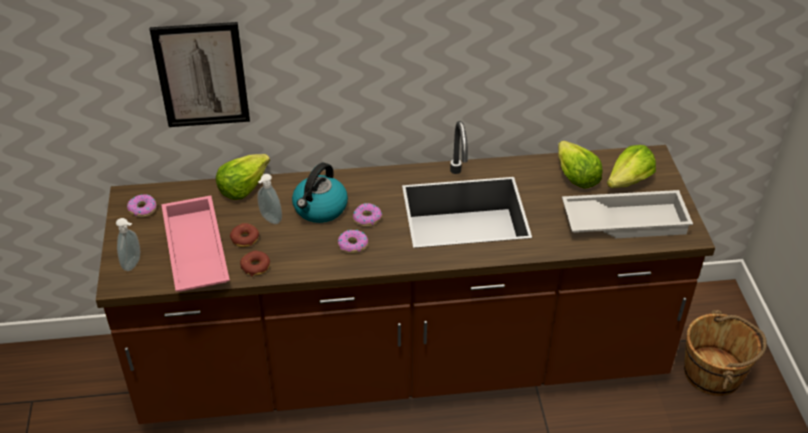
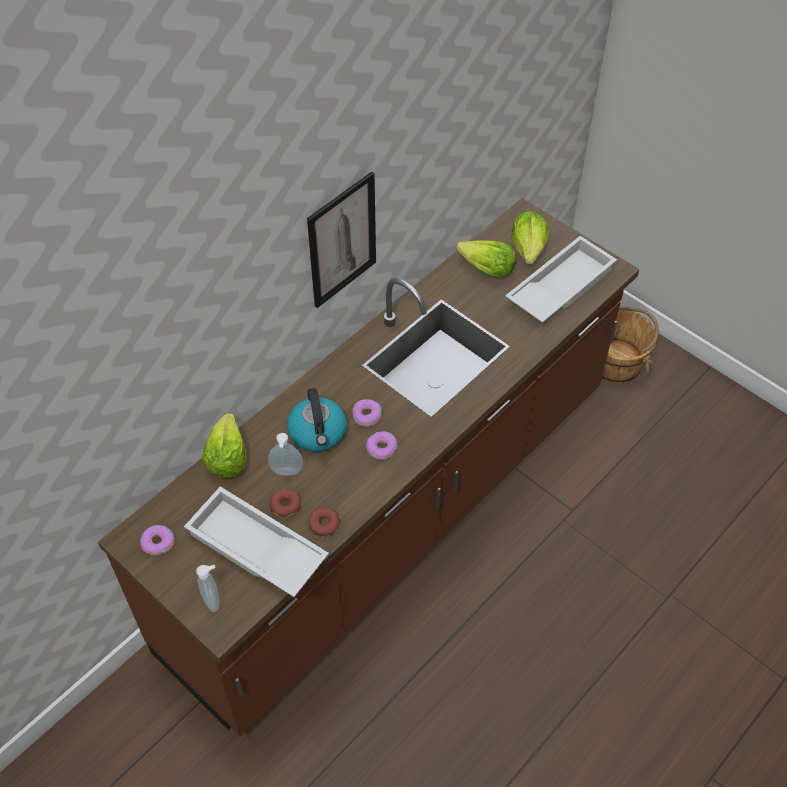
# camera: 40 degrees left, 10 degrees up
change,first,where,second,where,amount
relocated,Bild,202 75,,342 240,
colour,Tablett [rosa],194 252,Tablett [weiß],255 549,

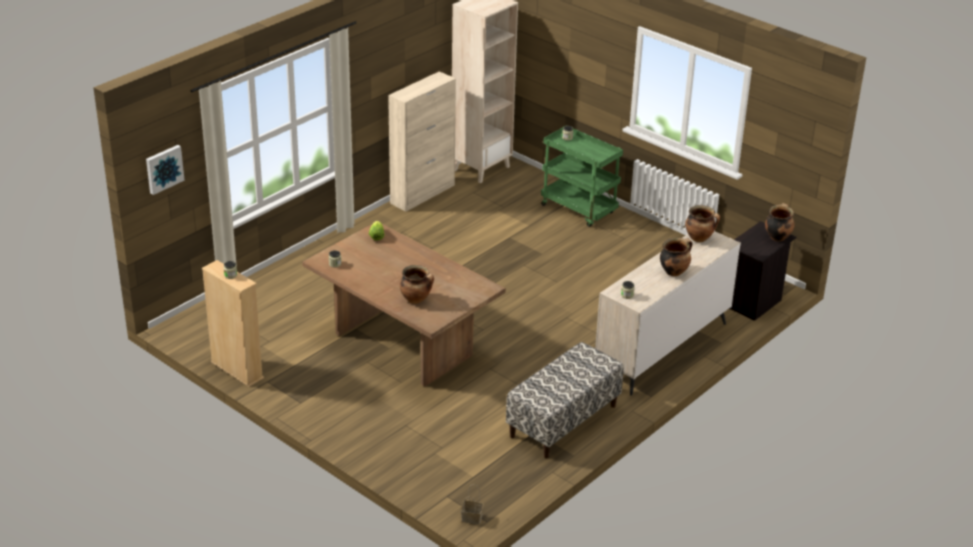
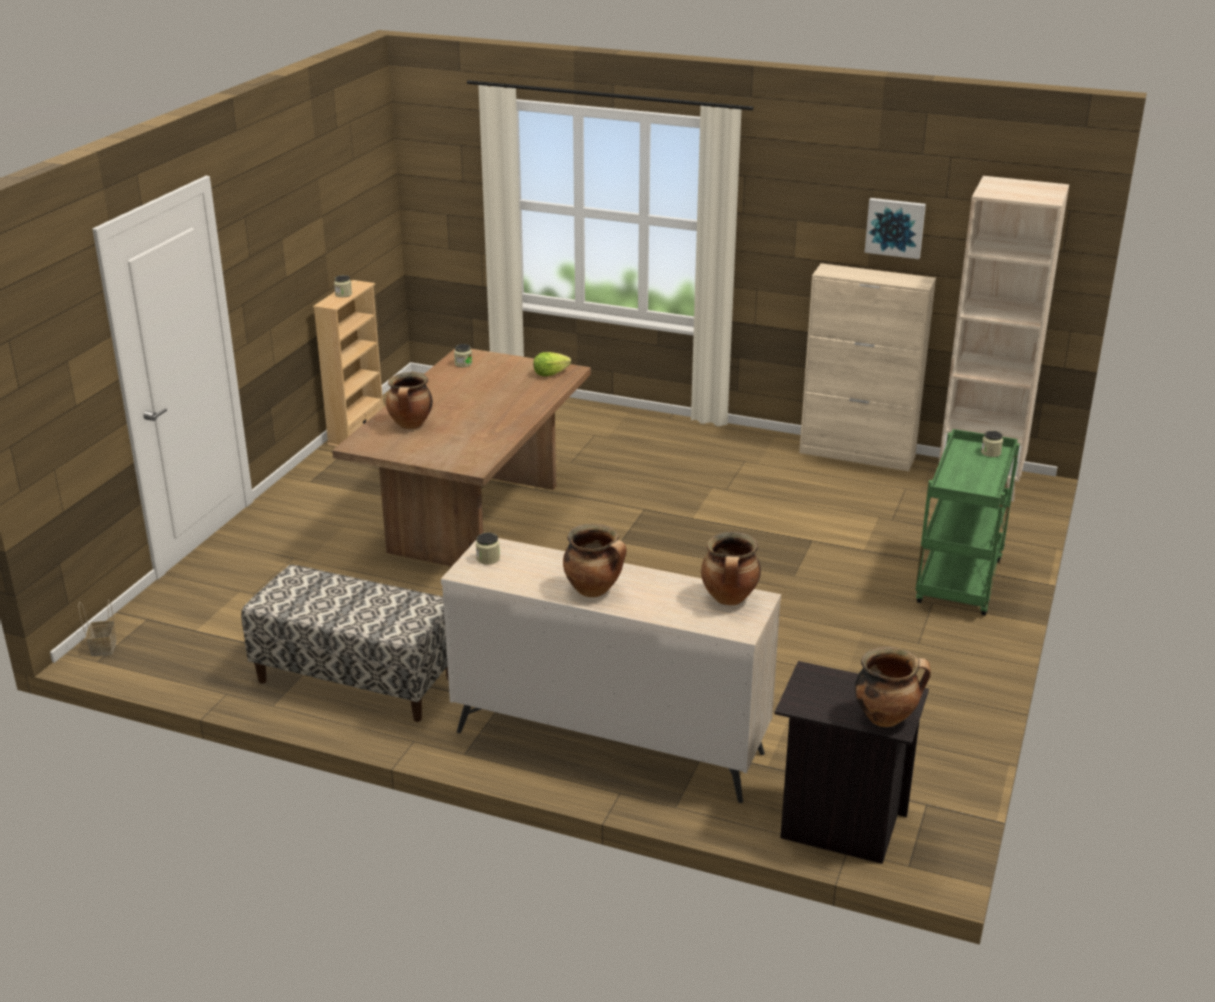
# camera: 70 degrees right, 5 degrees down
change,first,where,second,where,amount
relocated,Bild,163 169,,895 227,

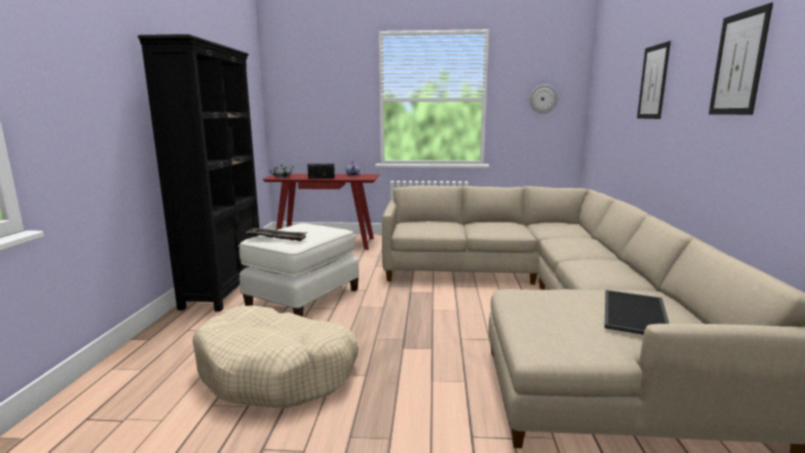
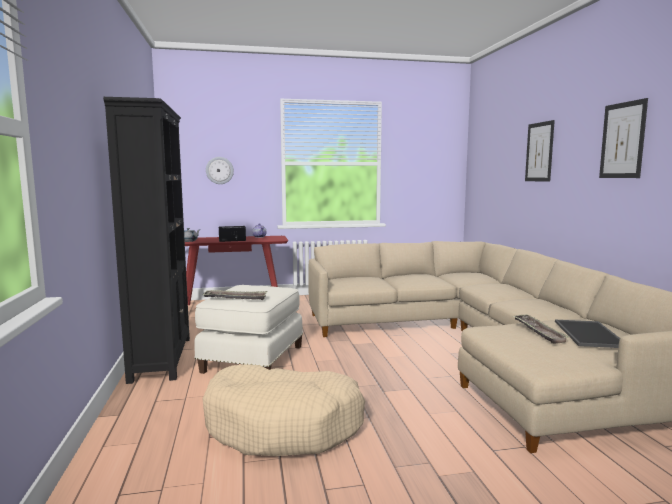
# camera: 15 degrees left, 5 degrees down
change,first,where,second,where,amount
relocated,Wanduhr,543 99,,219 170,
appeared,,,Tablett,538 331,

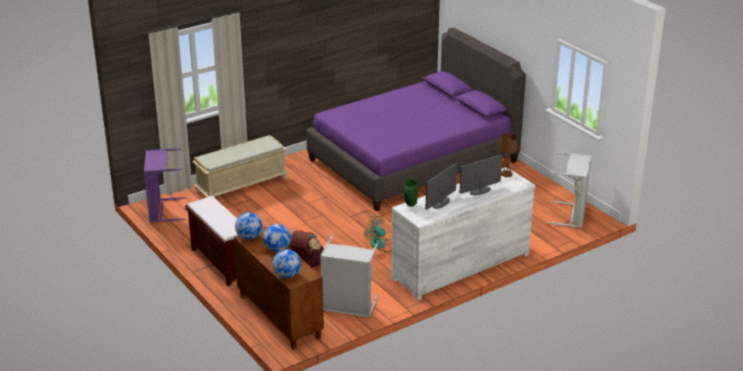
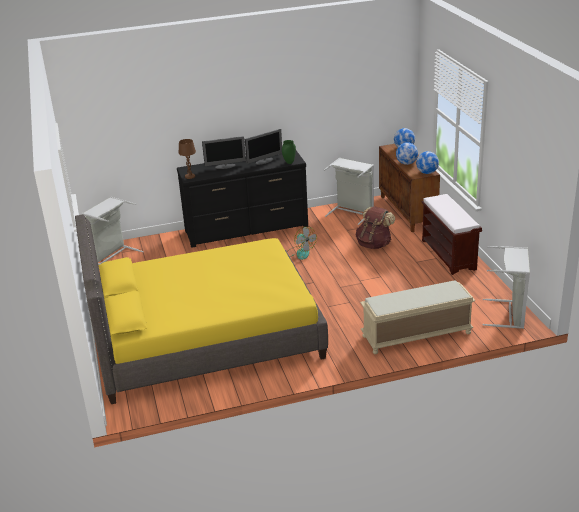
# camera: 160 degrees left, 0 degrees up
change,first,where,second,where,amount
colour,Wäschekorb [lila],162 210,Wäschekorb [grau],509 314,
colour,Bett [lila],413 160,Bett [gelb],206 338,
colour,Kommode [weiß],460 266,Kommode [schwarz],247 229,

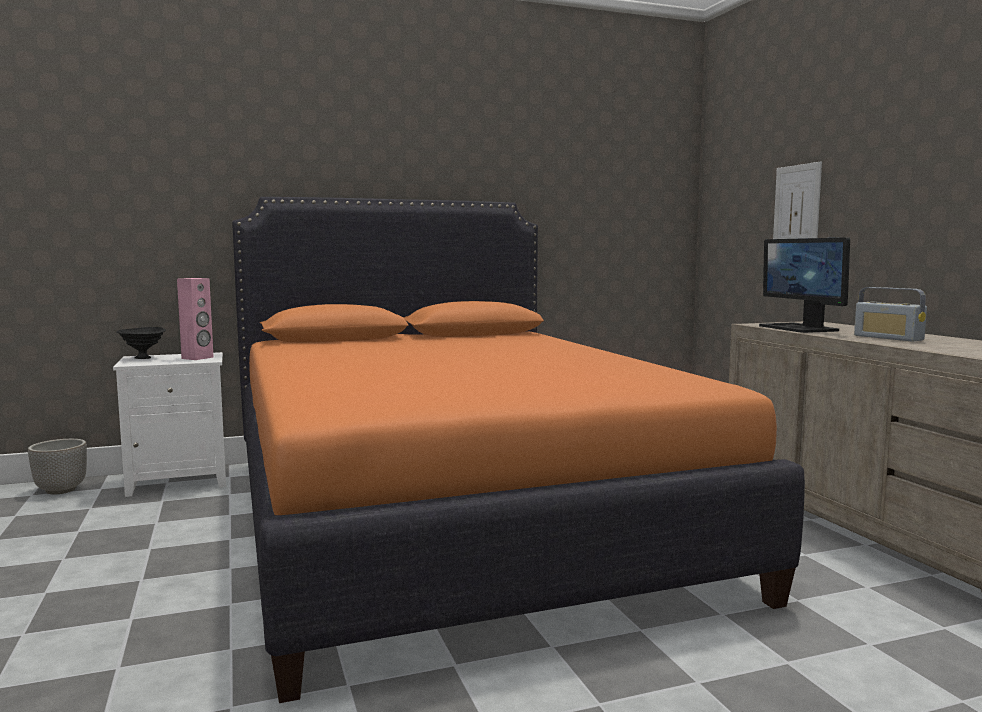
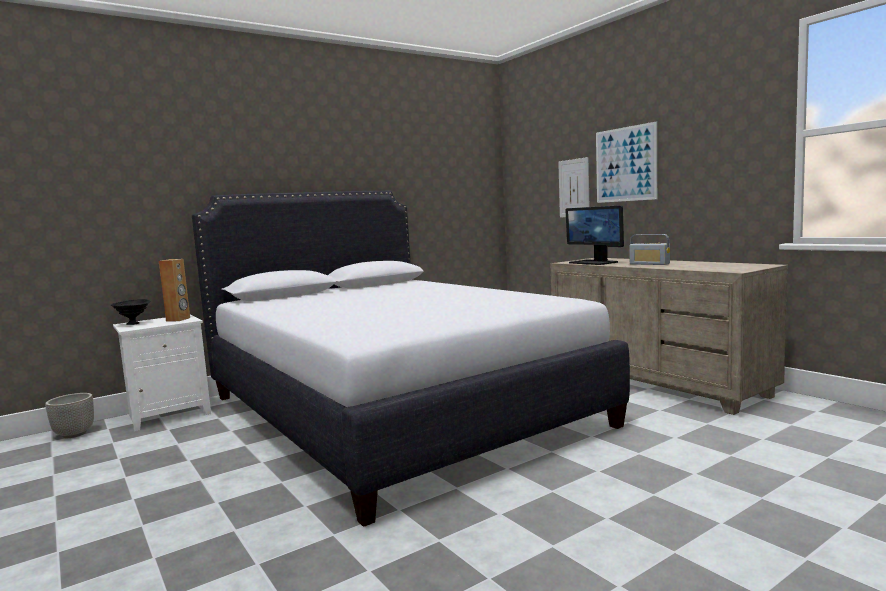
# camera: 15 degrees left, 0 degrees up
change,first,where,second,where,amount
colour,Lautsprecher [rosa],198 358,Lautsprecher [braun],178 319,
colour,Bett [orange],451 519,Bett [weiß],393 410,
appeared,,,Bild,625 164,

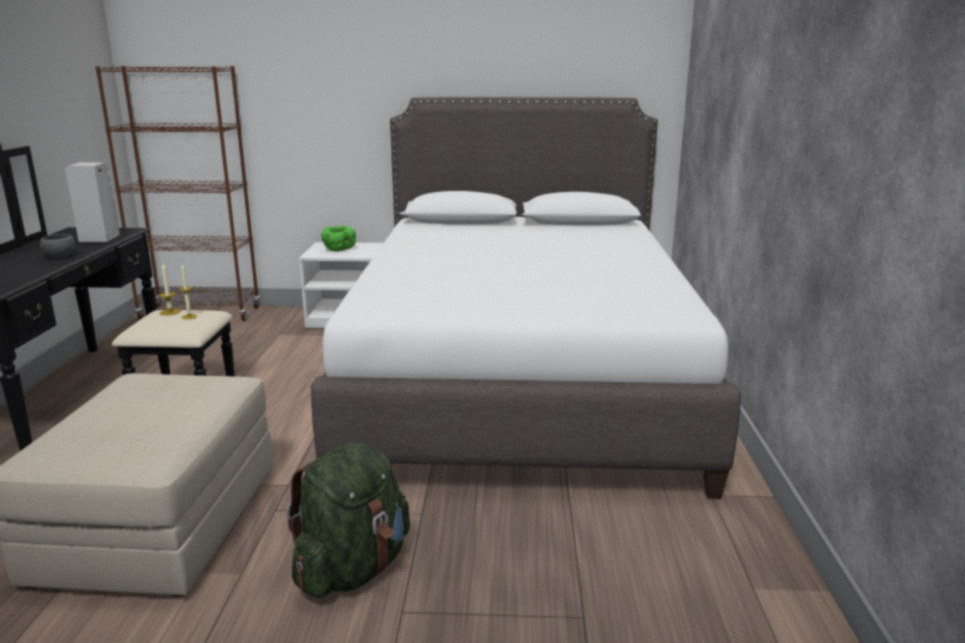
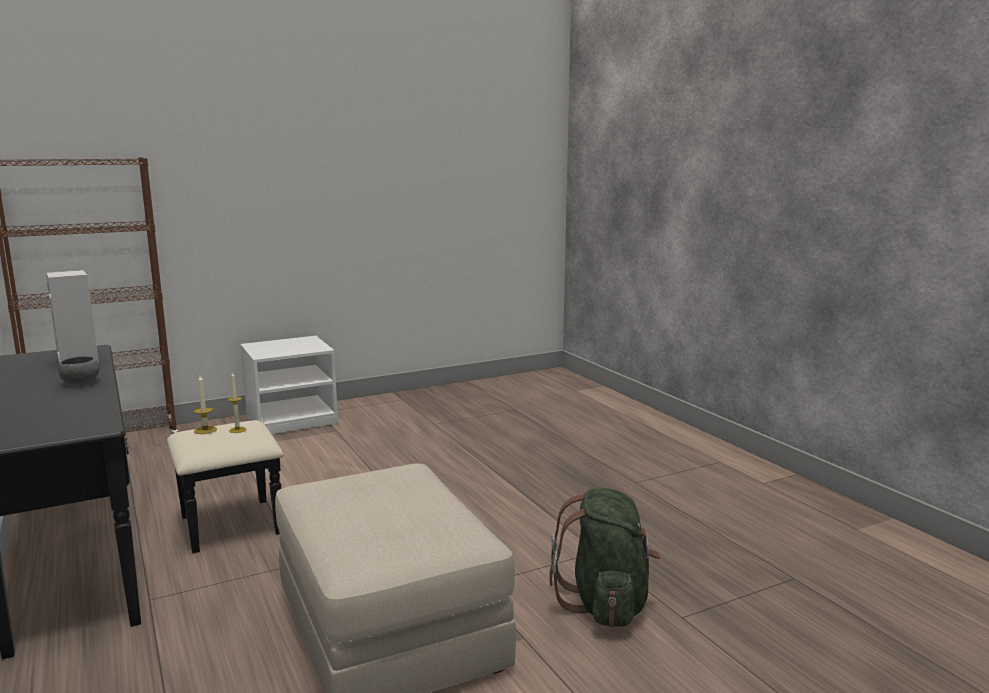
# camera: 30 degrees left, 5 degrees down
change,first,where,second,where,amount
missing,Bett [weiß],519 379,,,
missing,Schüssel [grün],339 250,,,

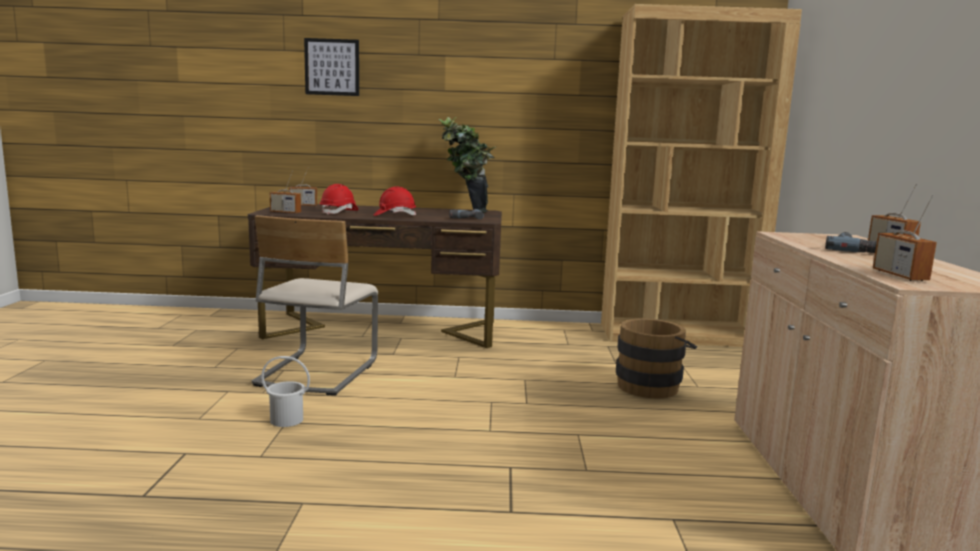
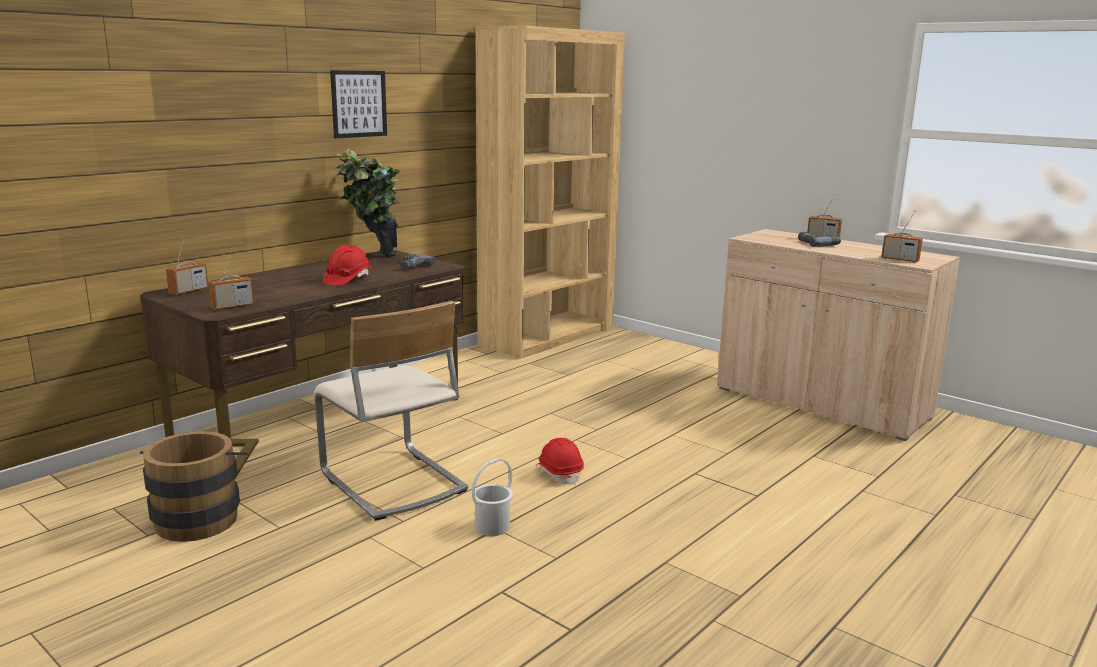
# camera: 50 degrees left, 5 degrees up
change,first,where,second,where,amount
relocated,Bild,332 67,,359 104,
relocated,Schutzhelm [rot],339 212,,559 473,
relocated,Eimer [braun],651 385,,199 517,

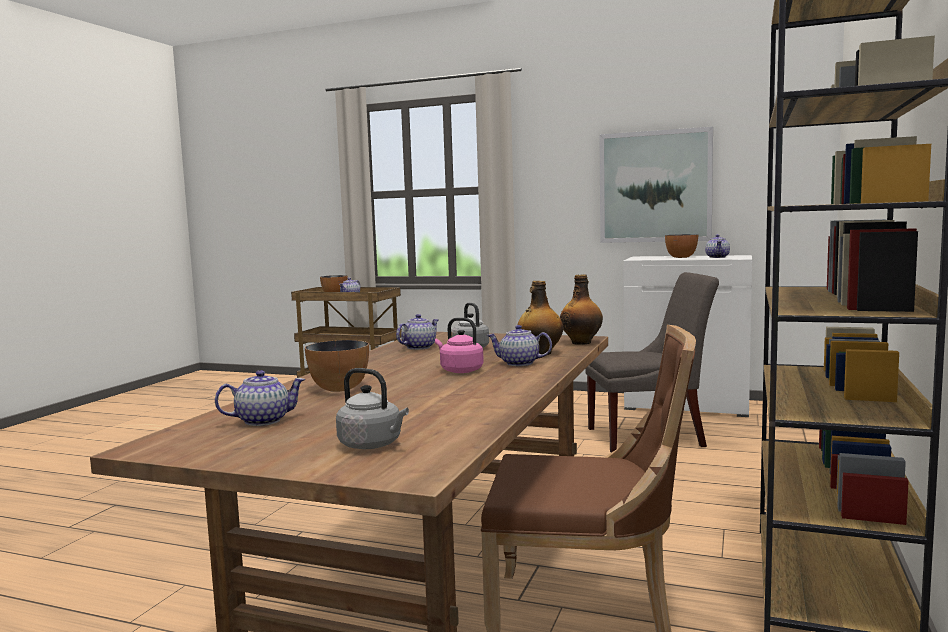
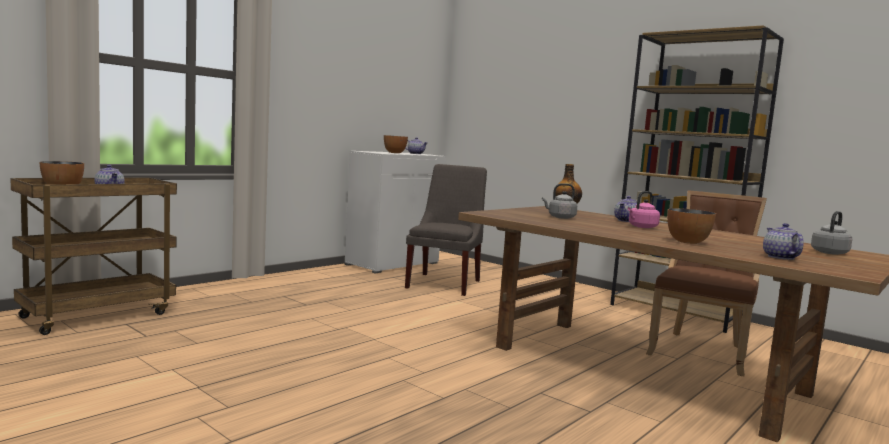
# camera: 70 degrees left, 0 degrees up
change,first,where,second,where,amount
missing,Teekanne,419 347,,,
missing,Flasche,540 353,,,
missing,Bild,655 186,,,

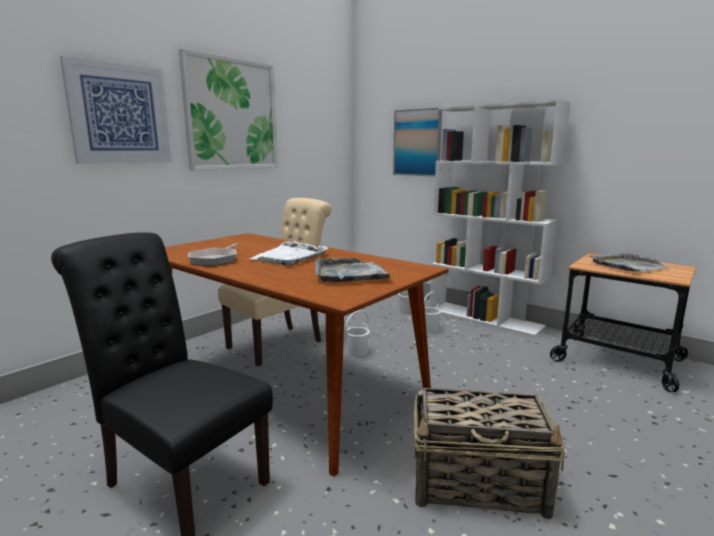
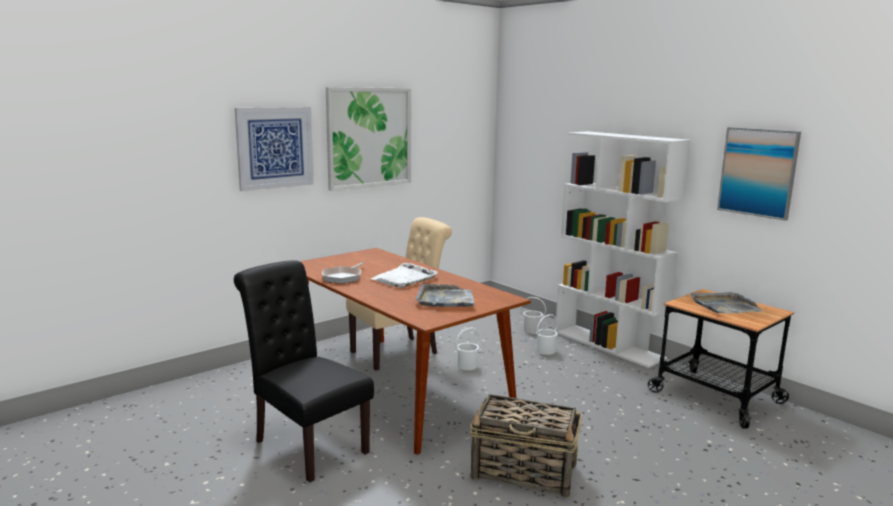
# camera: 10 degrees right, 0 degrees up
change,first,where,second,where,amount
relocated,Bild,417 143,,758 172,

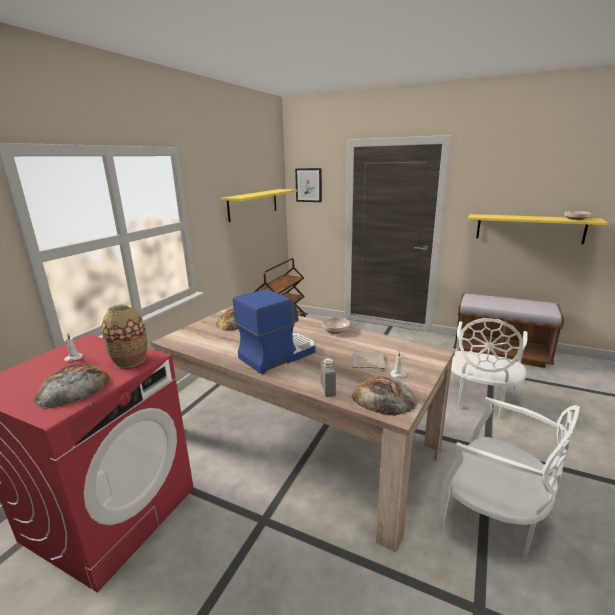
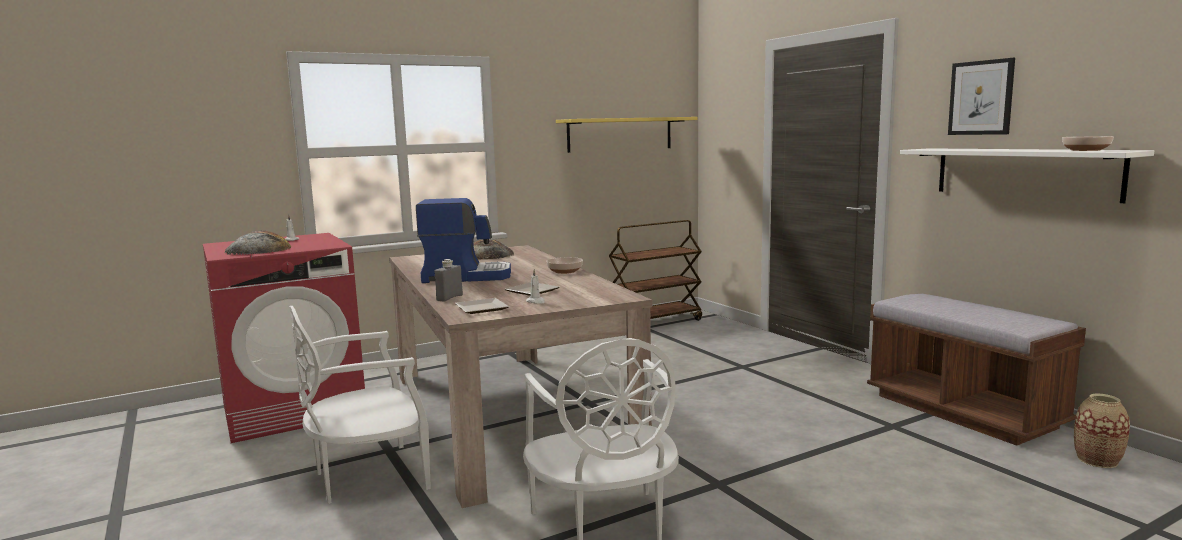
# camera: 35 degrees right, 10 degrees down
change,first,where,second,where,amount
relocated,Vase,130 360,,1097 460,
relocated,Bild,308 185,,981 98,
exchanged,Brot,384 398,Teller,480 309,
relocated,Stuhl [weiß],480 399,,368 477,
colour,Wandregal [gelb],529 228,Wandregal [weiß],1024 173,

